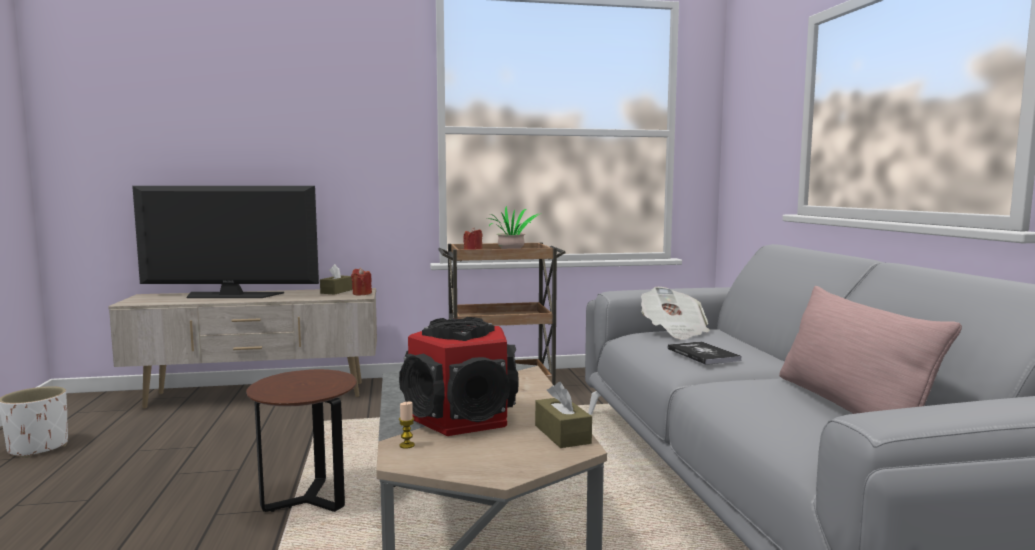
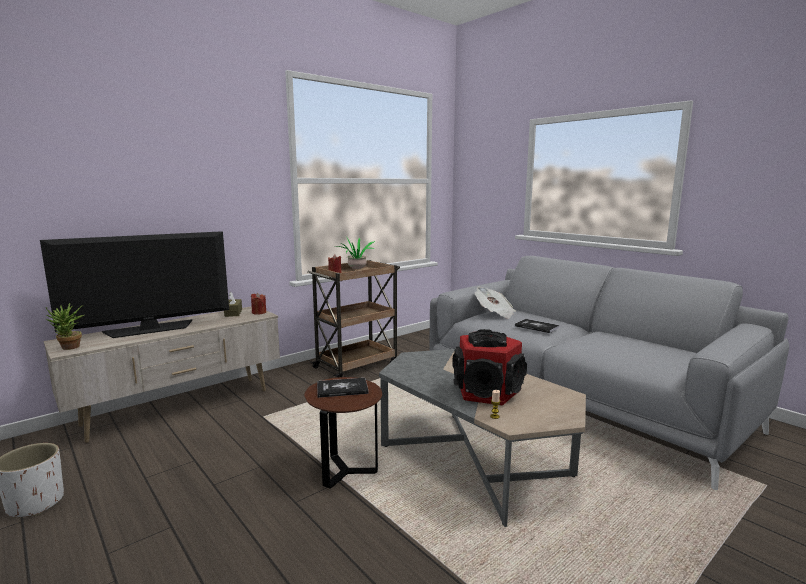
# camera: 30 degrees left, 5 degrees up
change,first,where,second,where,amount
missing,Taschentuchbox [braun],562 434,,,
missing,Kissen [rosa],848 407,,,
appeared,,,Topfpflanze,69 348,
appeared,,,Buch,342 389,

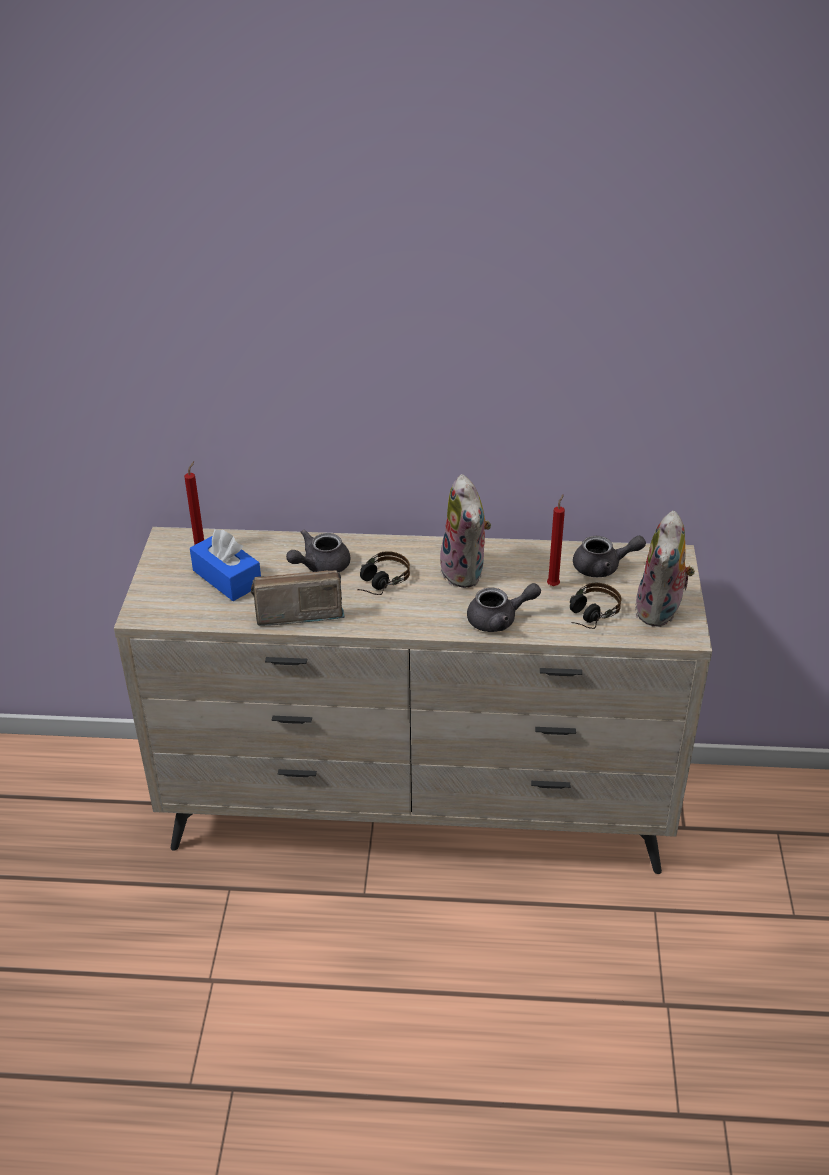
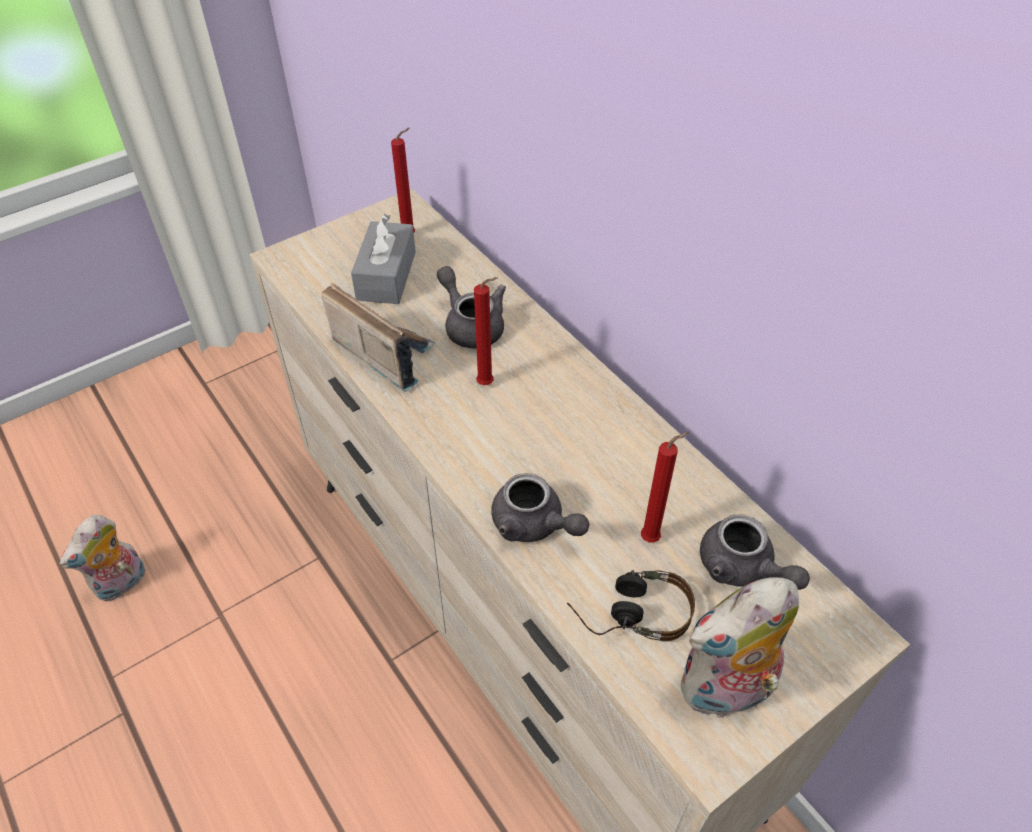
# camera: 50 degrees right, 10 degrees up
change,first,where,second,where,amount
colour,Taschentuchbox [blau],227 578,Taschentuchbox [grau],386 276,
spun,Teekanne [grau],320 566,,471 325,45 degrees clockwise
exchanged,Kopfhörer,378 584,Kerze [rot],488 384,
relocated,Plüschtier,466 572,,122 584,

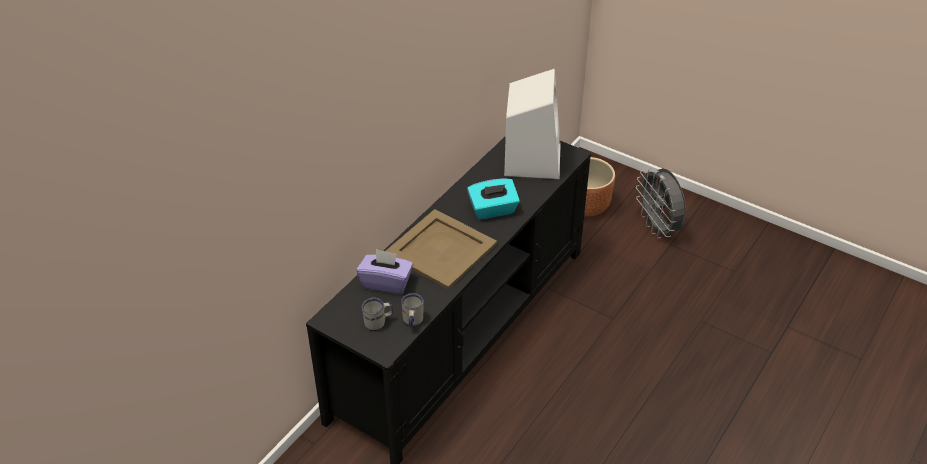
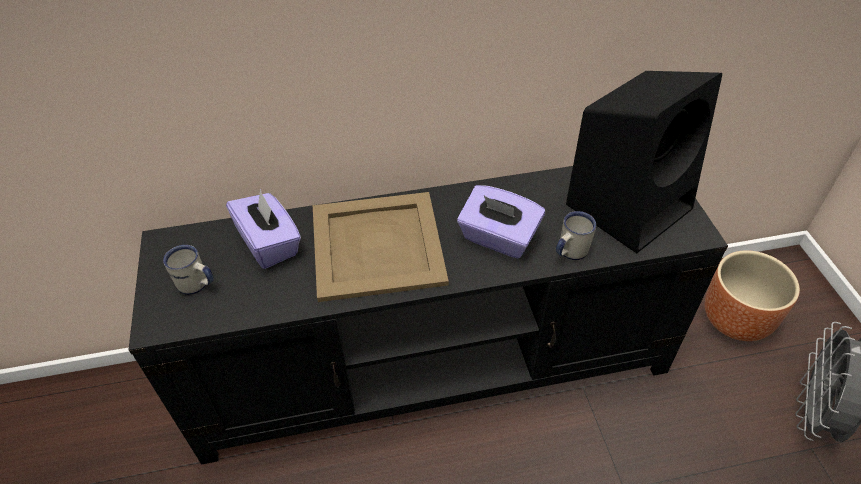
# camera: 45 degrees right, 5 degrees up
change,first,where,second,where,amount
relocated,Henkelbecher [weiß],412 322,,569 252,
colour,Taschentuchbox [türkis],493 210,Taschentuchbox [lila],498 238,
colour,Lautsprecher [weiß],532 159,Lautsprecher [schwarz],630 204,

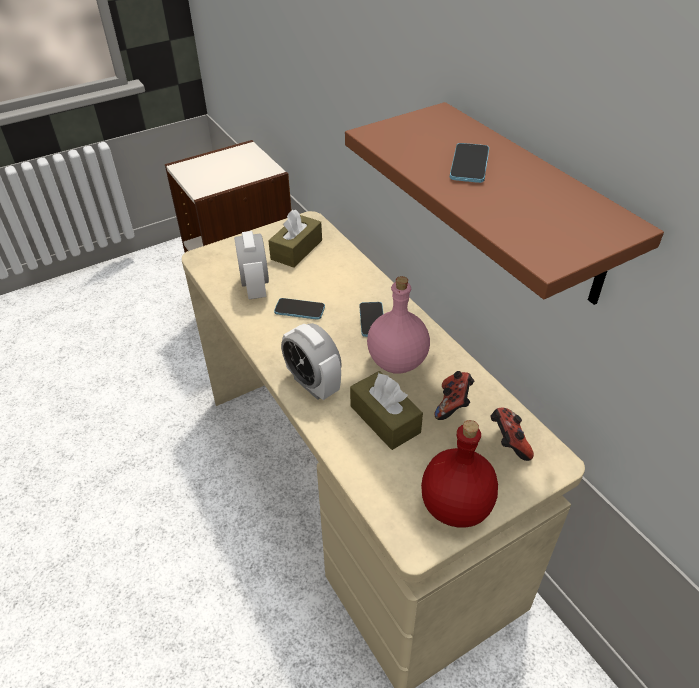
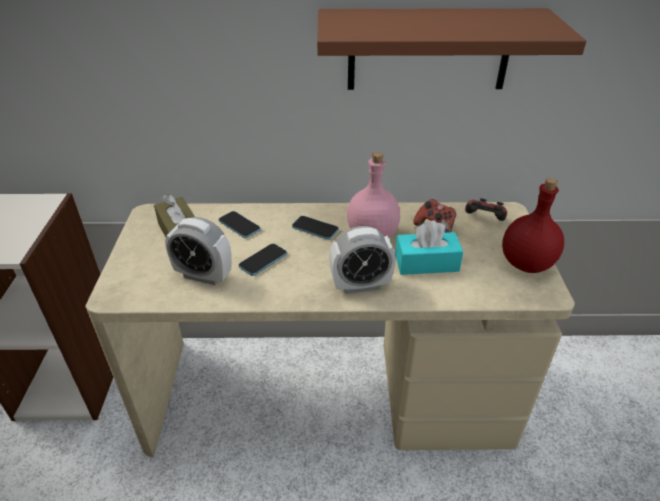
# camera: 60 degrees left, 5 degrees down
change,first,where,second,where,amount
colour,Taschentuchbox [braun],385 419,Taschentuchbox [türkis],426 263,
relocated,Handy,469 165,,239 225,

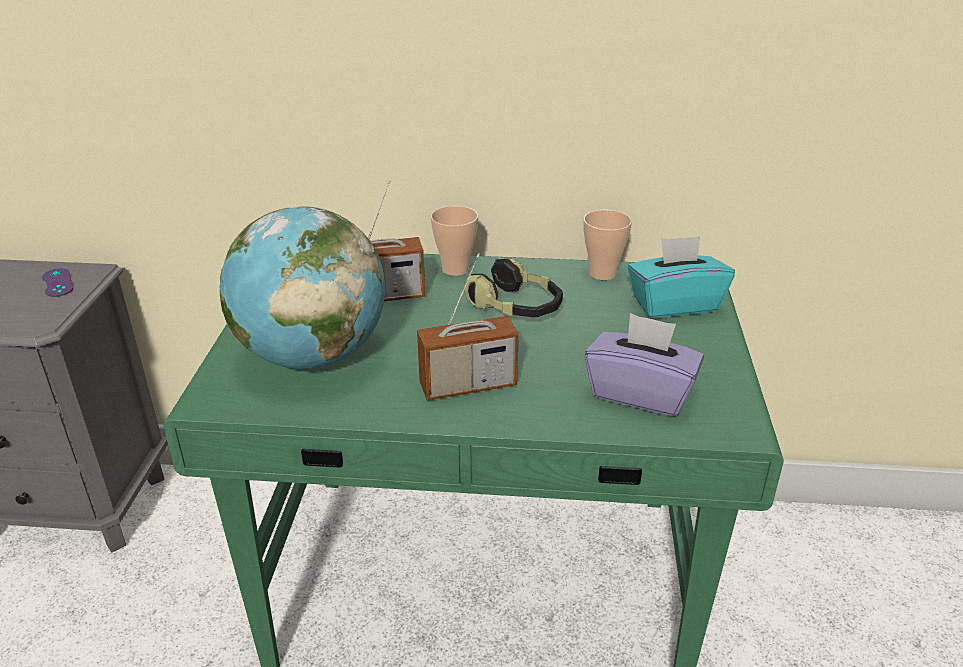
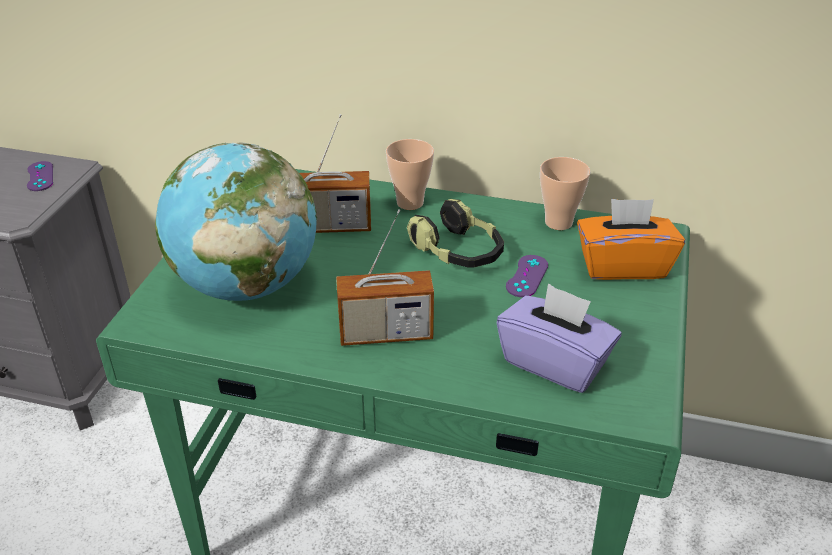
# camera: 10 degrees right, 5 degrees up
change,first,where,second,where,amount
colour,Taschentuchbox [türkis],674 304,Taschentuchbox [orange],623 265,
appeared,,,Gamepad [lila],527 276,

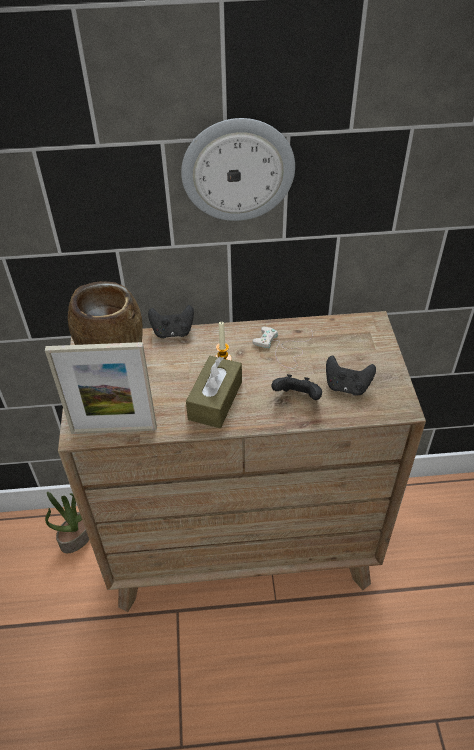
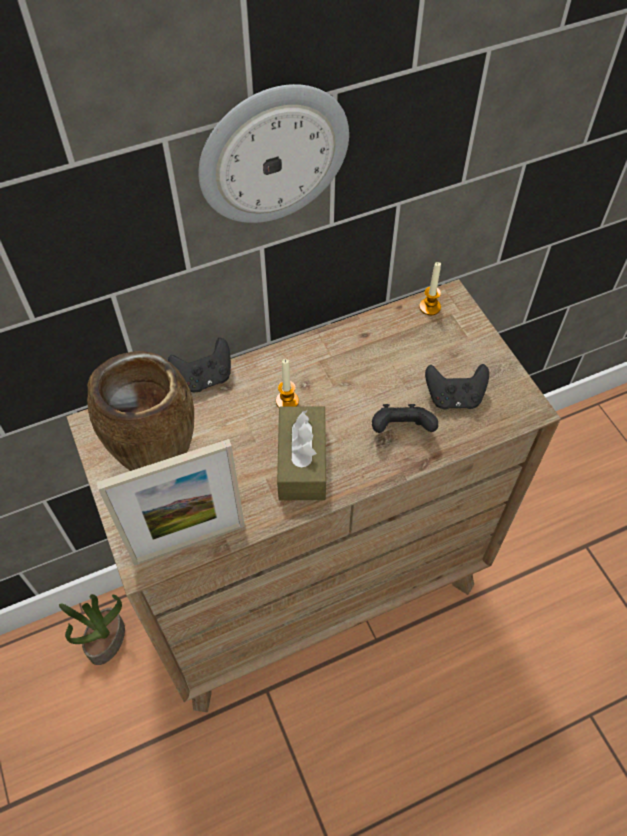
# camera: 20 degrees left, 10 degrees up
change,first,where,second,where,amount
missing,Gamepad [weiß],283 349,,,
appeared,,,Kerze,429 307,

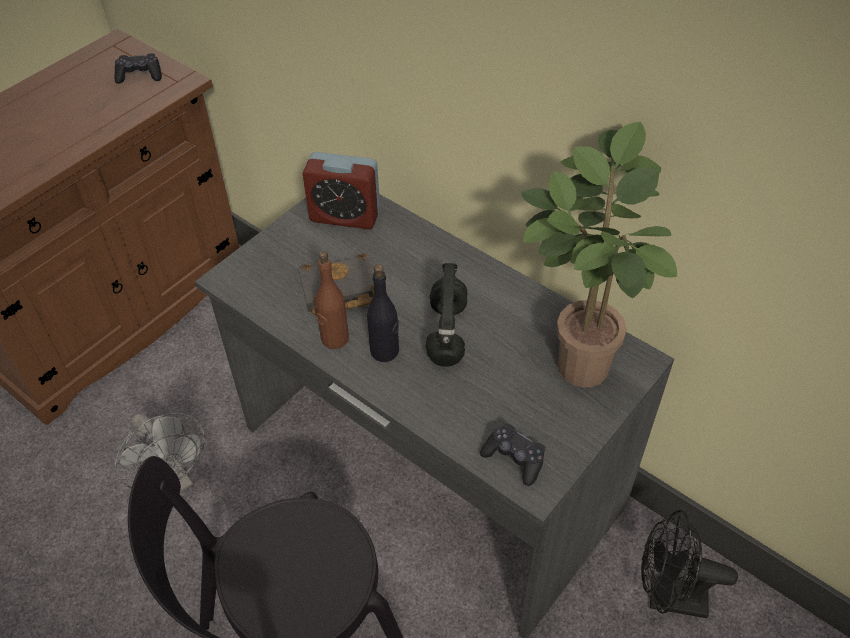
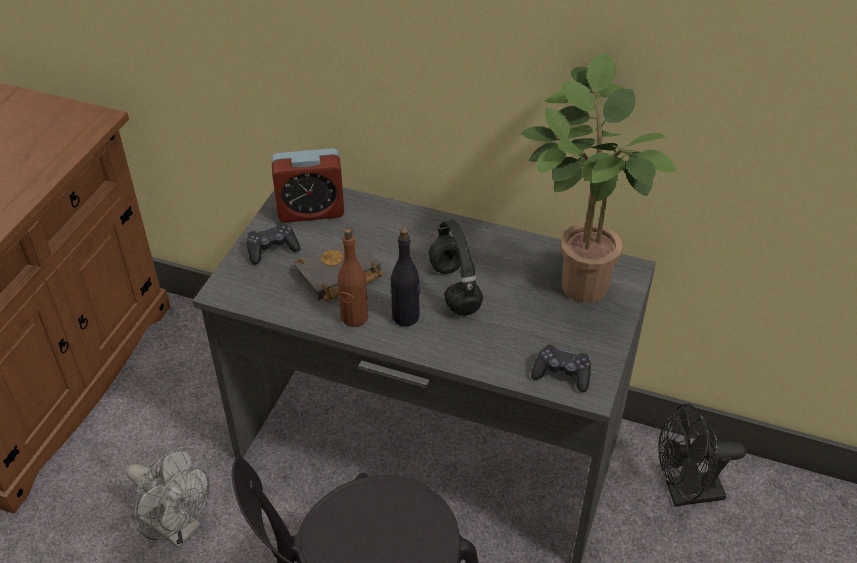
# camera: 20 degrees left, 5 degrees down
change,first,where,second,where,amount
relocated,Gamepad [schwarz],139 75,,272 249,

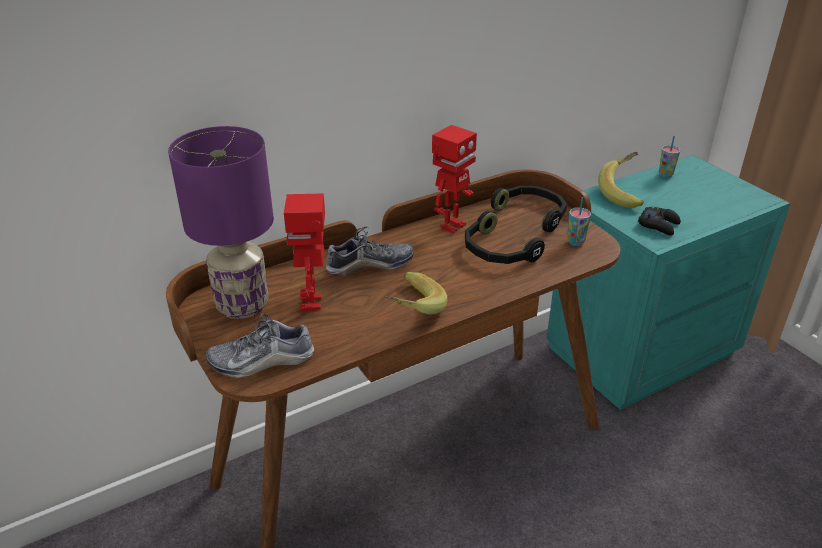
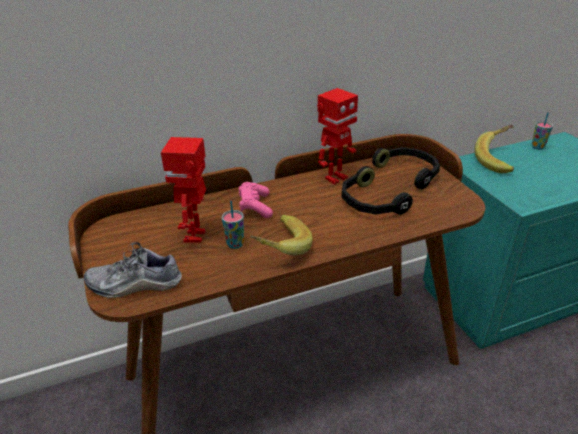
# camera: 10 degrees right, 0 degrees up
change,first,where,second,where,amount
missing,Tischlampe [lila],241 306,,,
exchanged,Schuh,370 265,Gamepad [rosa],255 207,
relocated,Tasse,575 242,,235 244,
missing,Gamepad [schwarz],659 225,,,

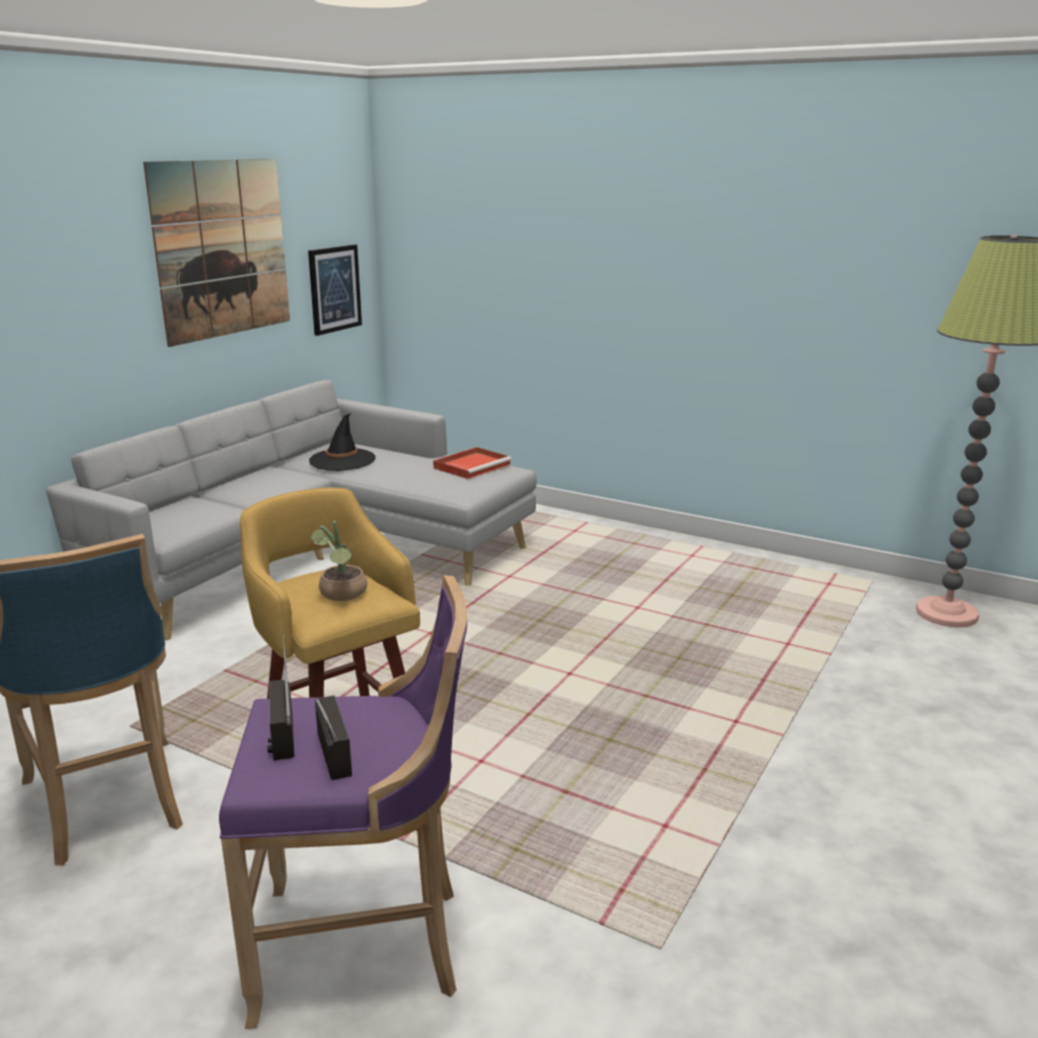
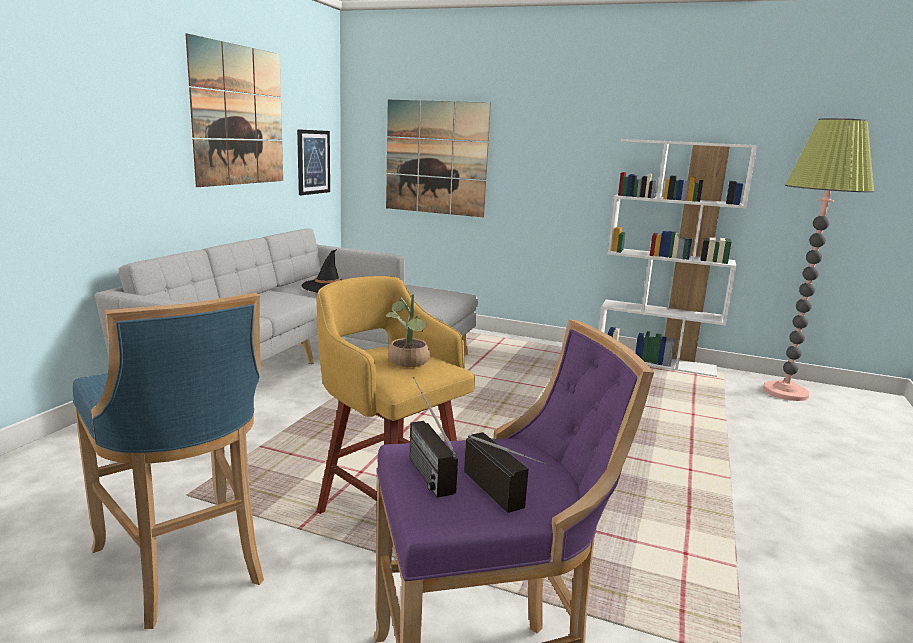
# camera: 10 degrees left, 5 degrees down
change,first,where,second,where,amount
missing,Tablett [rot],473 466,,,
appeared,,,Bild,436 158,
appeared,,,Bücherregal [weiß],656 362,

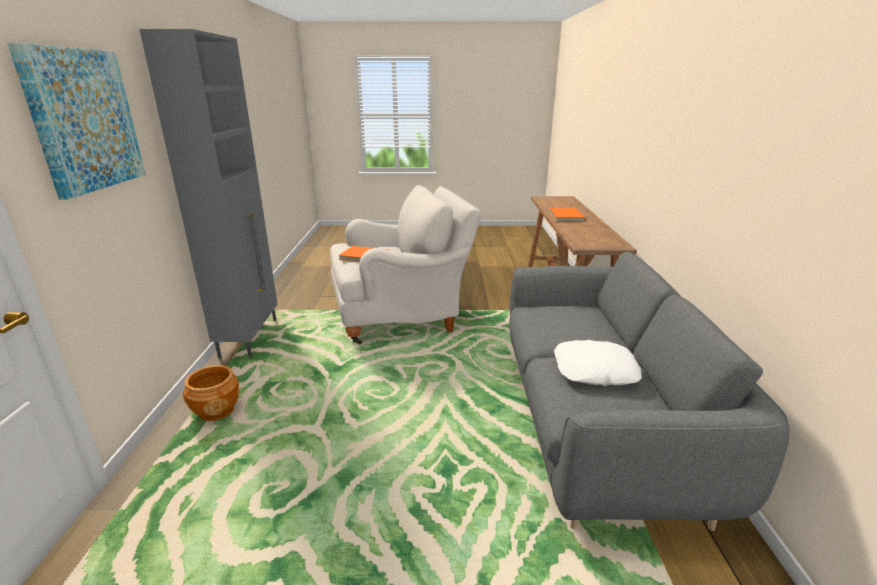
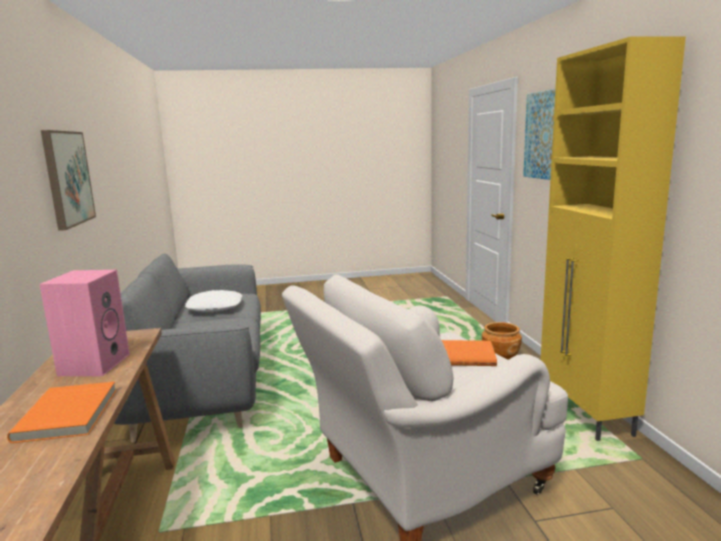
# camera: 170 degrees right, 10 degrees down
change,first,where,second,where,amount
colour,Schrank [grau],250 337,Schrank [gelb],586 414,
appeared,,,Lautsprecher [rosa],94 364,
appeared,,,Bild,67 178,

